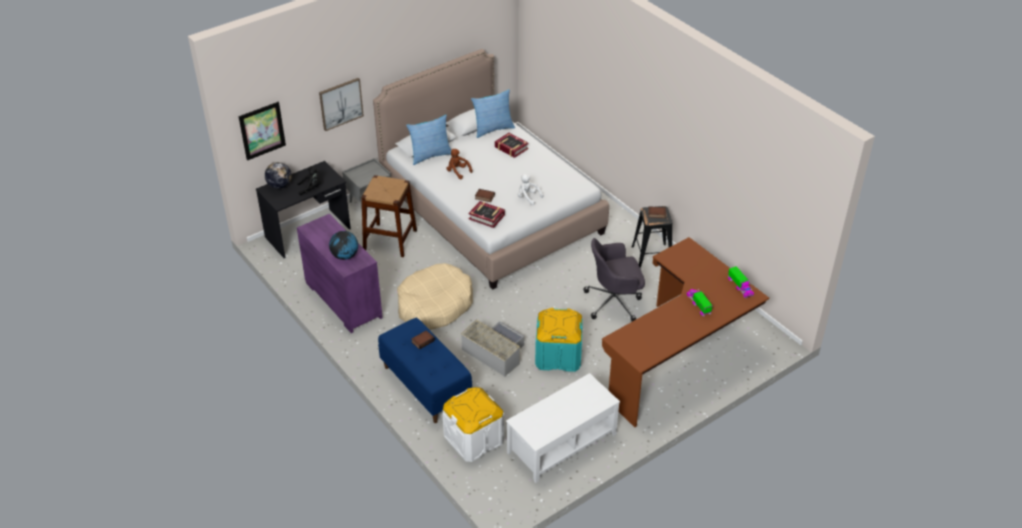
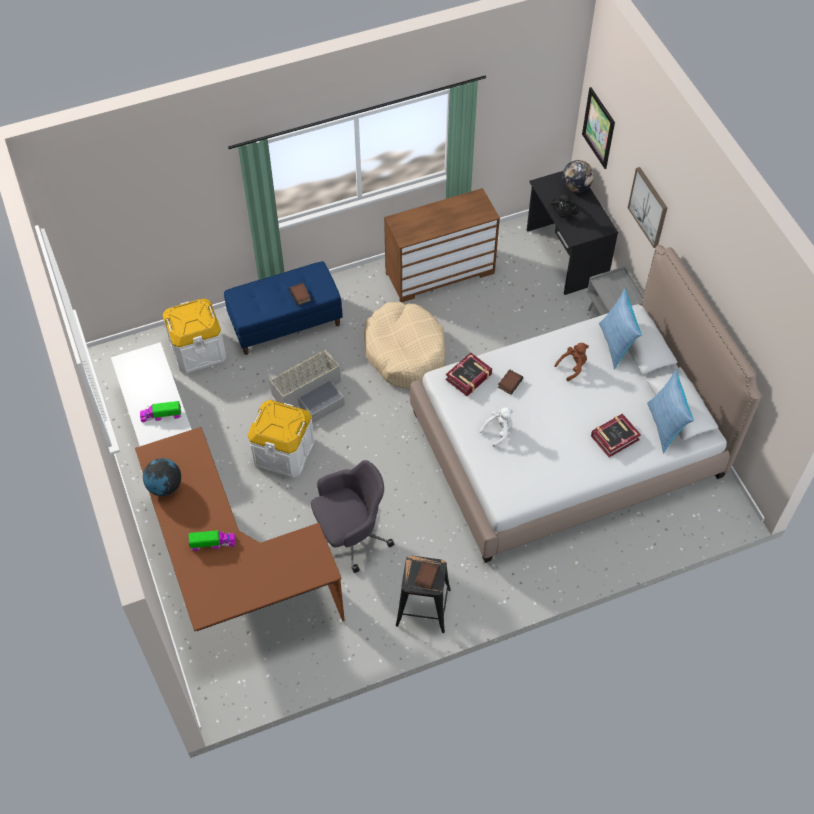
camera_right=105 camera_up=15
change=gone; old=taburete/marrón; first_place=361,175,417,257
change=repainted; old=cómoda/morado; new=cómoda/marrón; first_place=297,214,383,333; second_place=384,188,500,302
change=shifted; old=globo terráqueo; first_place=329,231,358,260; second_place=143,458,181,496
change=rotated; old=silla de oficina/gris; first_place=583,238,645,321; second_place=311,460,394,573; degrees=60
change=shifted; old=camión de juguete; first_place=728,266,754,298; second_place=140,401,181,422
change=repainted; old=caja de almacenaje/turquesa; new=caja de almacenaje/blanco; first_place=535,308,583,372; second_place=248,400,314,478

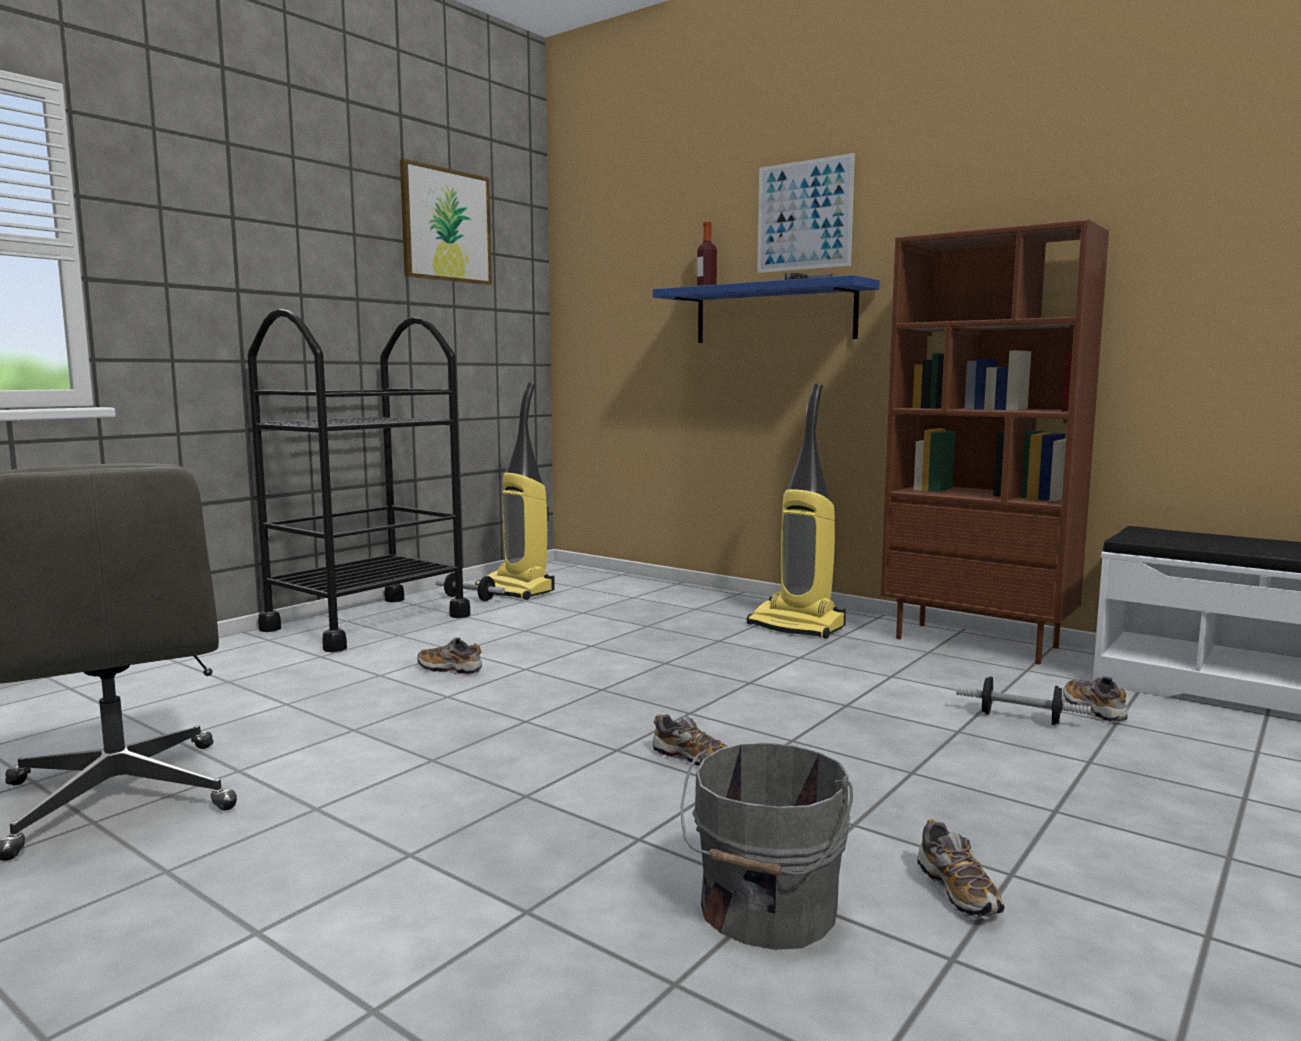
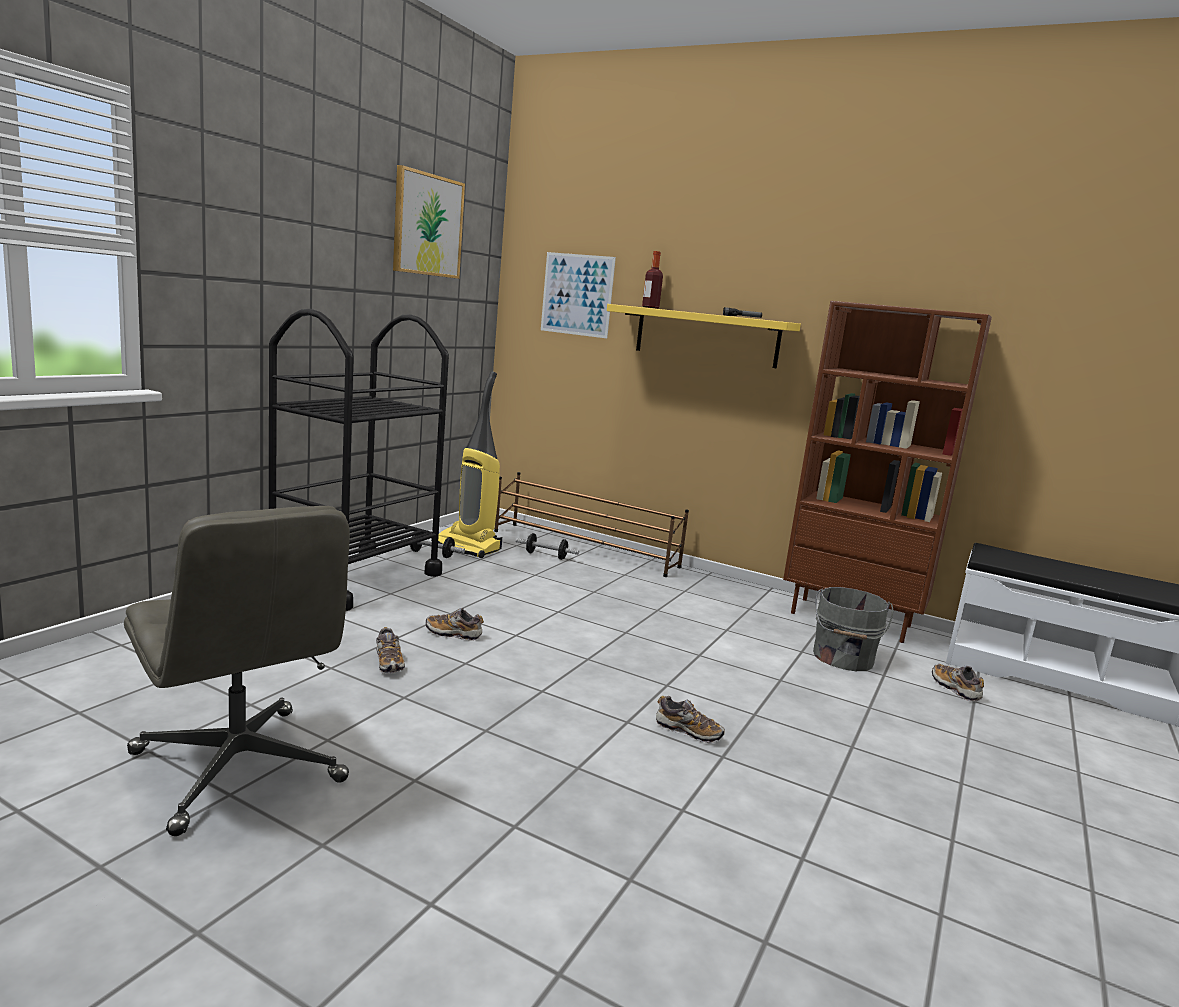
camera_right=-10 camera_up=5
change=shifted; old=cuadro; first_place=757,153,855,273; second_place=541,252,616,338
change=repainted; old=estante/azul; new=estante/amarillo; first_place=653,275,880,343; second_place=607,304,801,368
change=gone; old=aspiradora; first_place=747,383,846,639
change=shifted; old=mancuerna; first_place=956,676,1091,725; second_place=516,533,579,560
change=shifted; old=cubo/gris; first_place=681,743,853,950; second_place=813,587,893,671
change=shifted; old=zapato; first_place=917,819,1004,919; second_place=376,627,405,674
change=new; new=zapatero/marrón; second_place=494,472,689,577

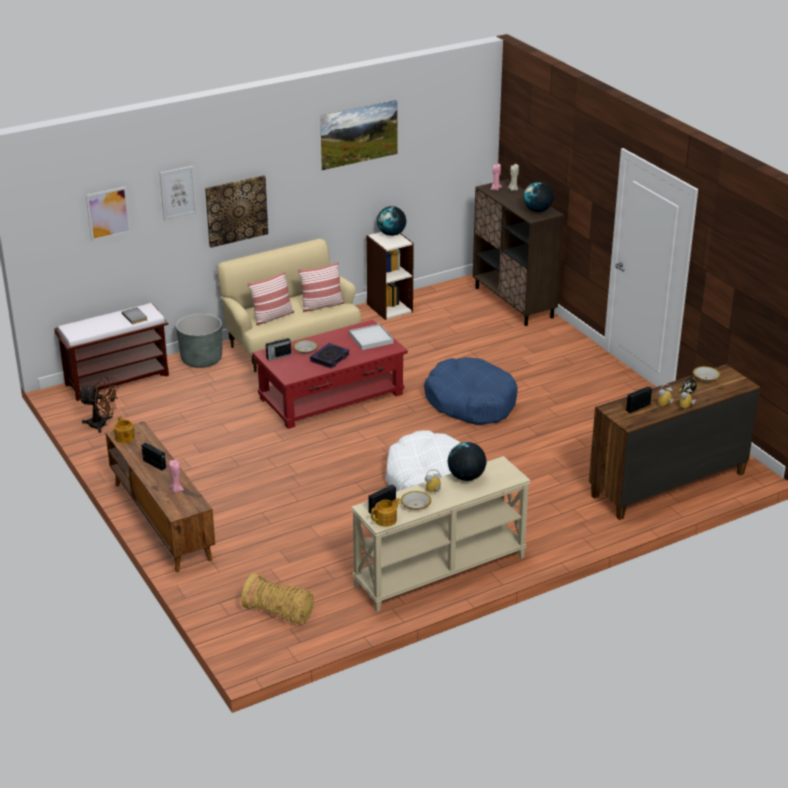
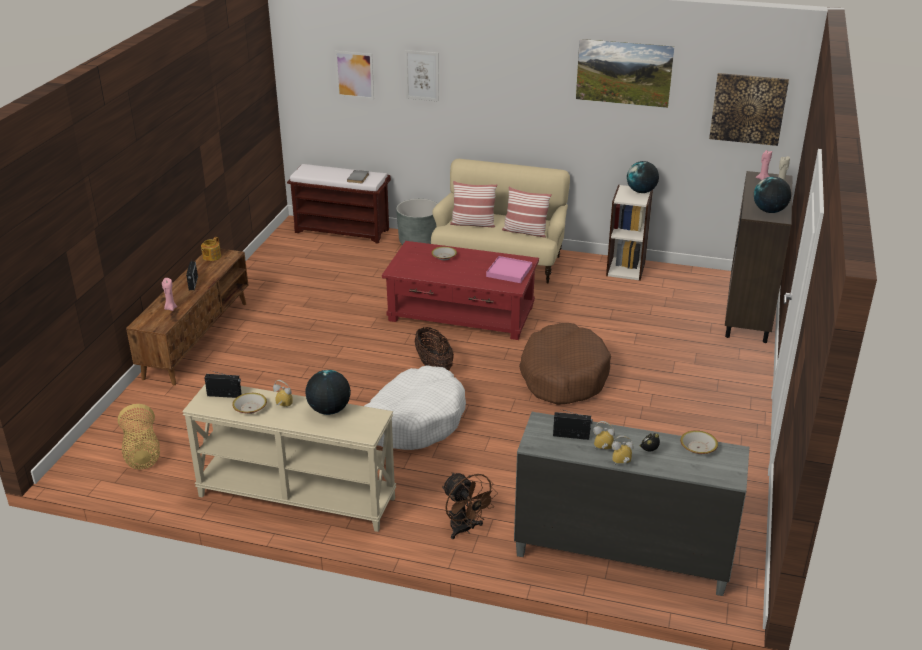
camera_right=45 camera_up=0
change=shifted; old=cuadro; first_place=205,175,268,248; second_place=709,73,789,146
change=repainted; old=bandeja/blanco; new=bandeja/rosa; first_place=349,324,393,350; second_place=486,256,532,283
change=gone; old=radio; first_place=265,338,291,361
change=gone; old=libro; first_place=310,343,350,369
change=repainted; old=cama para perro/azul; new=cama para perro/marrón; first_place=424,357,518,425; second_place=519,323,611,405
change=repainted; old=cómoda/marrón; new=cómoda/gris; first_place=589,364,760,520; second_place=514,412,749,596
change=shifted; old=ventilador/marrón; first_place=79,376,119,433; second_place=442,472,498,539
change=gone; old=tetera; first_place=371,498,400,527
change=new; new=cesta; second_place=414,327,454,370

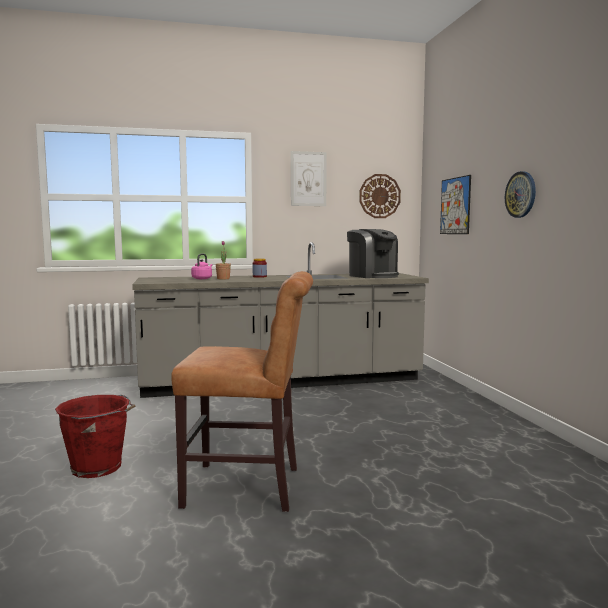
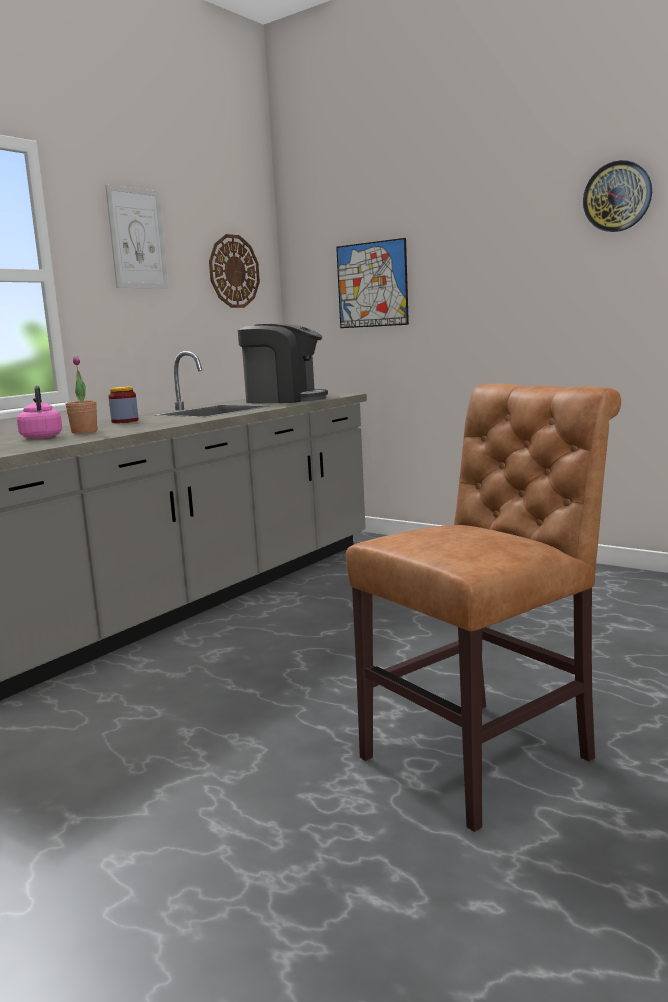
camera_right=-40 camera_up=5
change=shifted; old=reloj de pared; first_place=505,171,536,218; second_place=583,160,652,232
change=gone; old=cubo/rojo; first_place=55,395,135,478

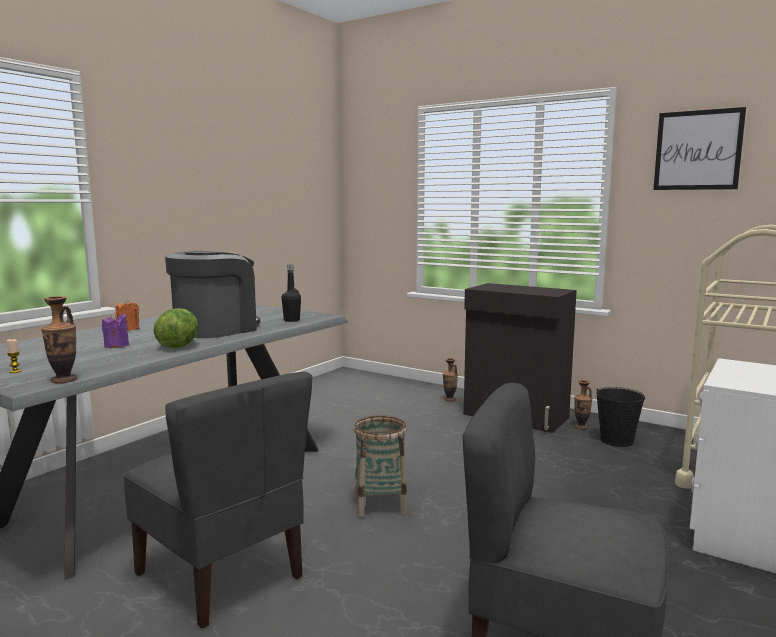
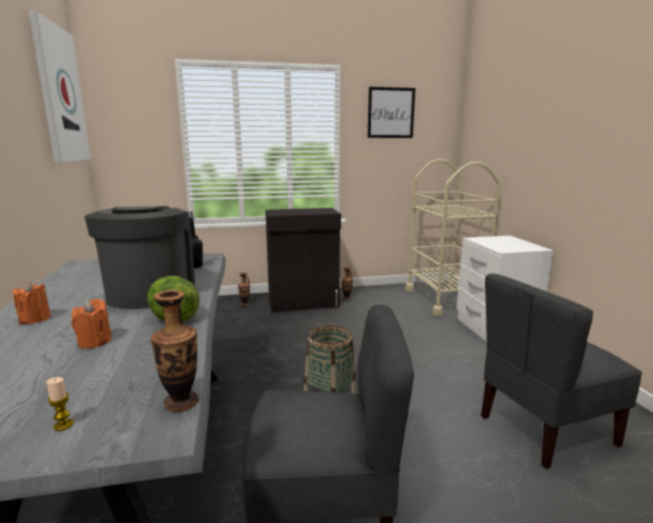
camera_right=-45 camera_up=5
change=repainted; old=vela/morado; new=vela/naranja; first_place=102,313,129,348; second_place=71,299,112,348
change=gone; old=cubo/negro; first_place=596,387,645,447
change=new; new=cuadro; second_place=29,11,91,163

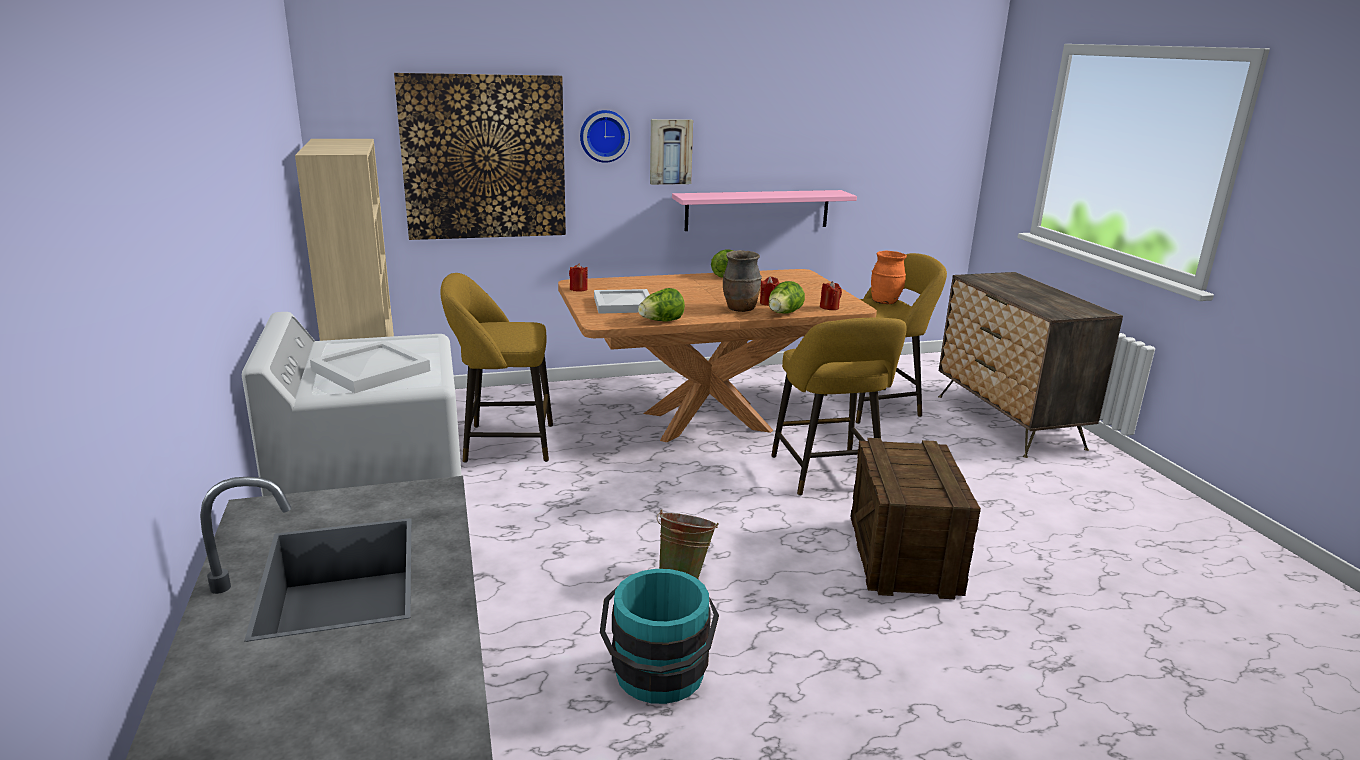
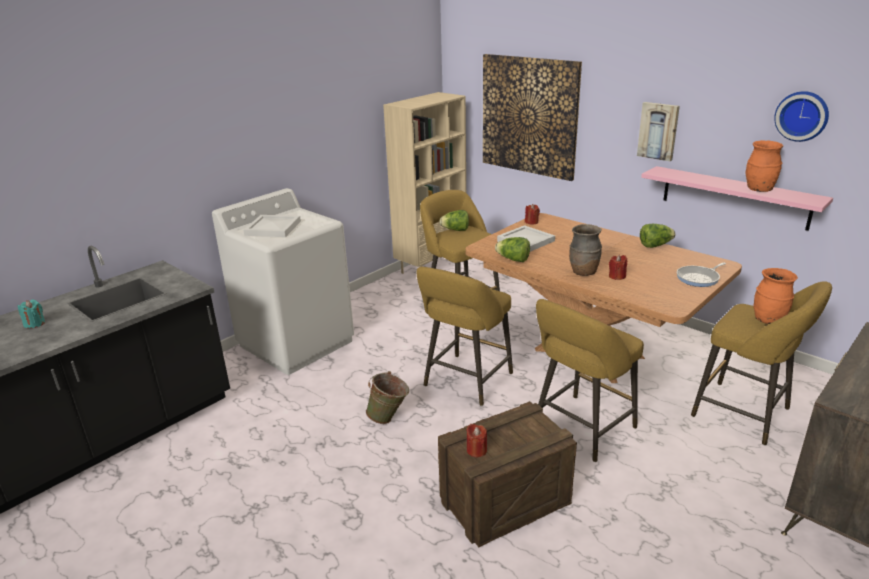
camera_right=60 camera_up=5
change=shifted; old=reloj de pared; first_place=580,110,630,163; second_place=774,91,829,142
change=shifted; old=lechuga; first_place=769,281,805,314; second_place=439,210,469,231
change=shifted; old=vela/rojo; first_place=820,281,842,310; second_place=466,424,487,457
change=gone; old=cubo/turquesa; first_place=600,569,719,704
change=new; new=florero/naranja; second_place=746,140,783,192
change=new; new=sartén; second_place=677,262,726,287
change=new; new=taburete/amarillo; second_place=417,266,513,406
change=new; new=vela/turquesa; second_place=17,300,45,328

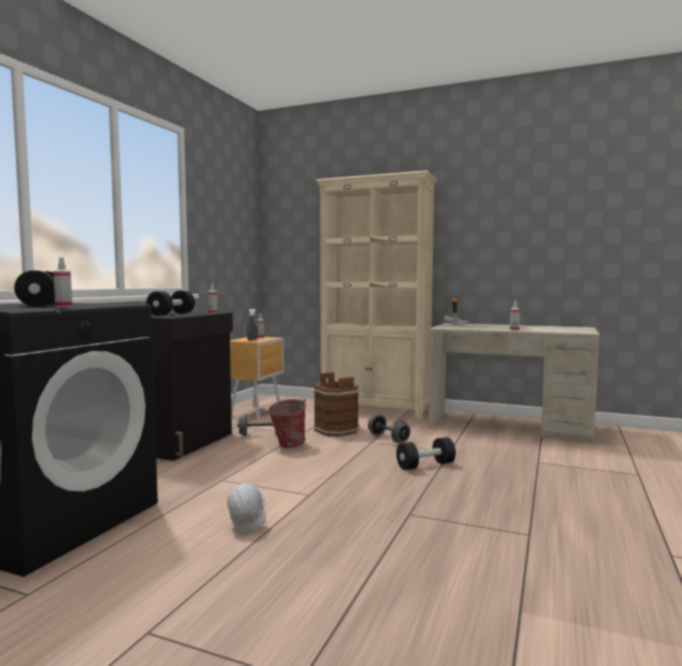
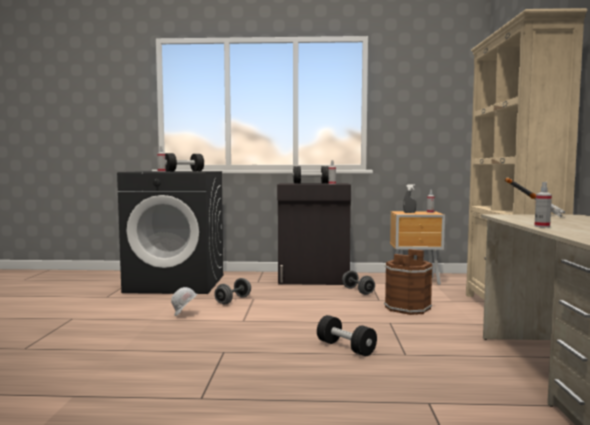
camera_right=70 camera_up=0
change=gone; old=cubo; first_place=266,399,306,448
change=shifted; old=mancuerna/gris; first_place=368,414,411,443; second_place=214,278,251,304

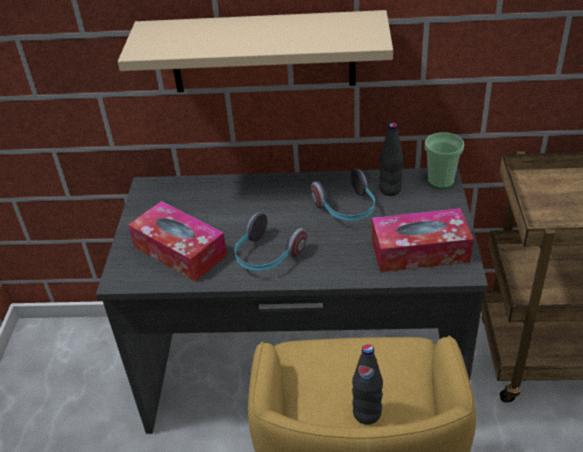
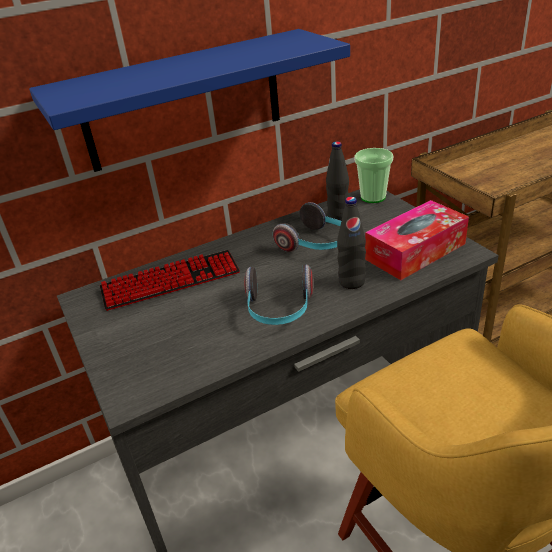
camera_right=-30 camera_up=-5
change=repainted; old=estante/beis; new=estante/azul; first_place=118,10,393,93; second_place=29,29,350,172
change=gone; old=caja de pañuelos; first_place=128,201,227,282
change=shifted; old=botella/negro; first_place=352,344,383,425; second_place=337,197,366,289
change=new; new=teclado; second_place=100,250,240,311

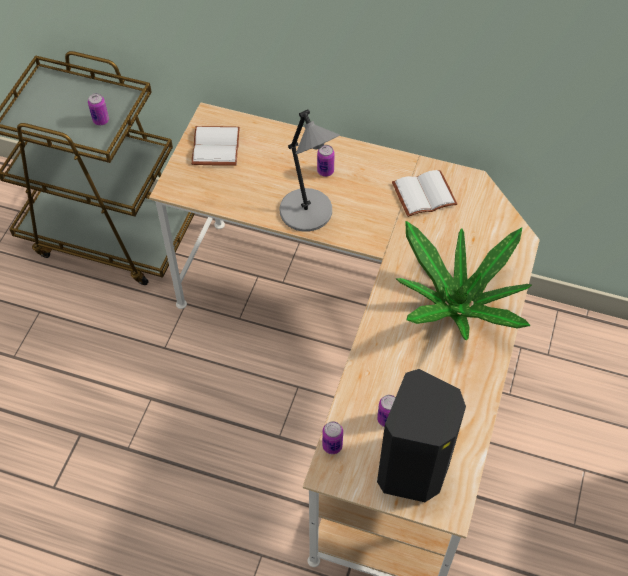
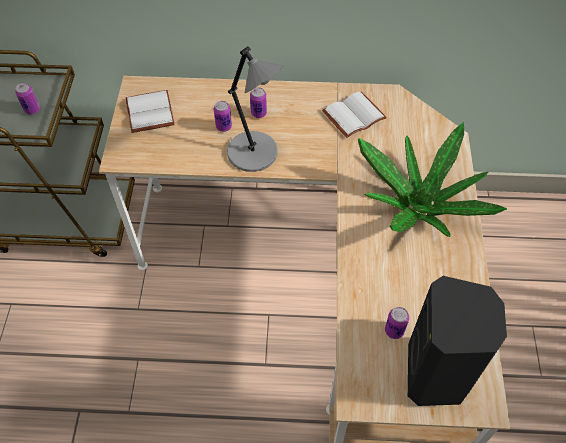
camera_right=-15 camera_up=0
change=shifted; old=lata; first_place=322,421,343,454; second_place=214,101,232,132

